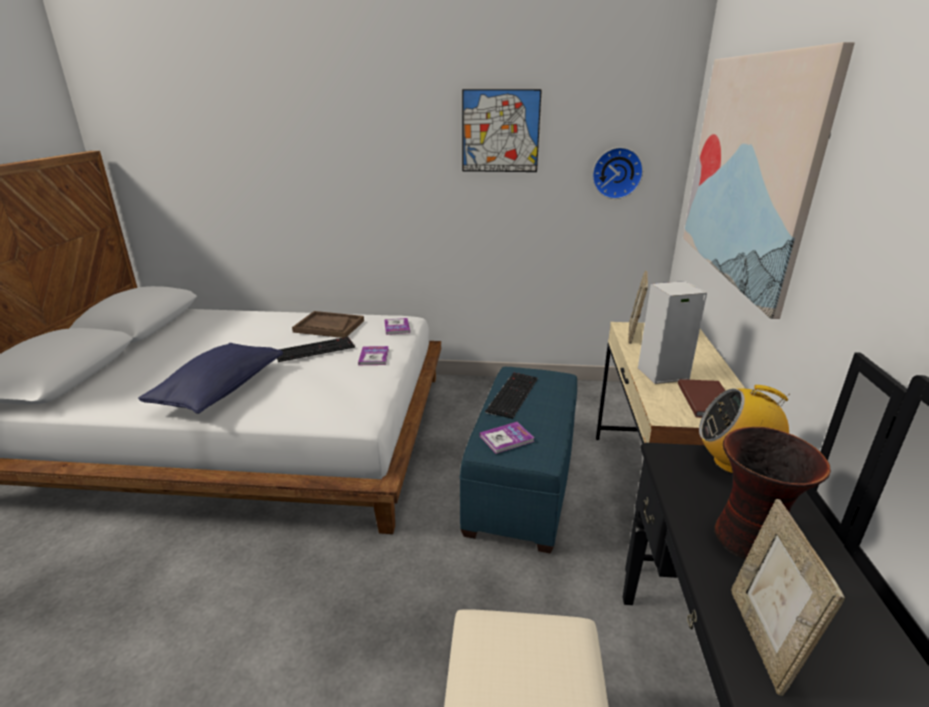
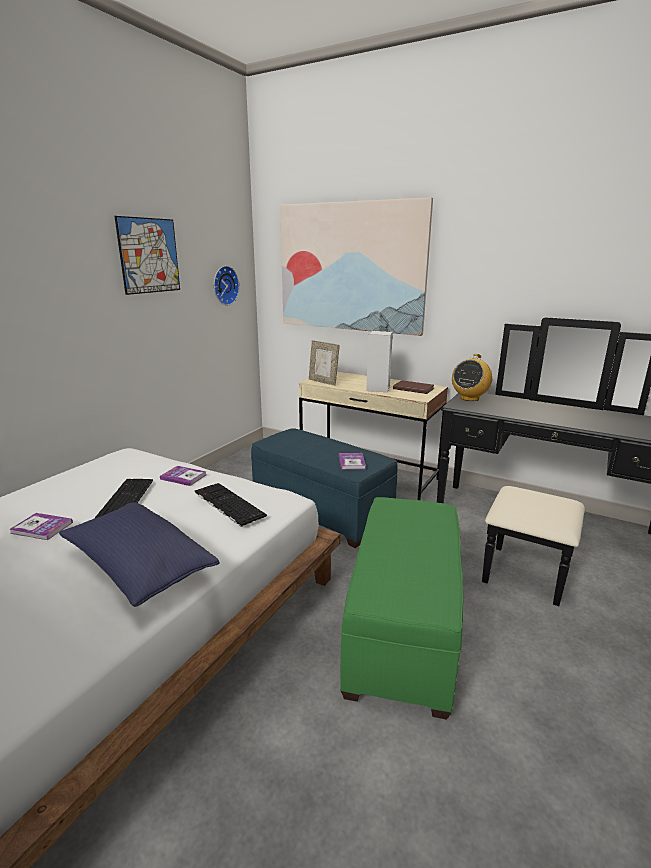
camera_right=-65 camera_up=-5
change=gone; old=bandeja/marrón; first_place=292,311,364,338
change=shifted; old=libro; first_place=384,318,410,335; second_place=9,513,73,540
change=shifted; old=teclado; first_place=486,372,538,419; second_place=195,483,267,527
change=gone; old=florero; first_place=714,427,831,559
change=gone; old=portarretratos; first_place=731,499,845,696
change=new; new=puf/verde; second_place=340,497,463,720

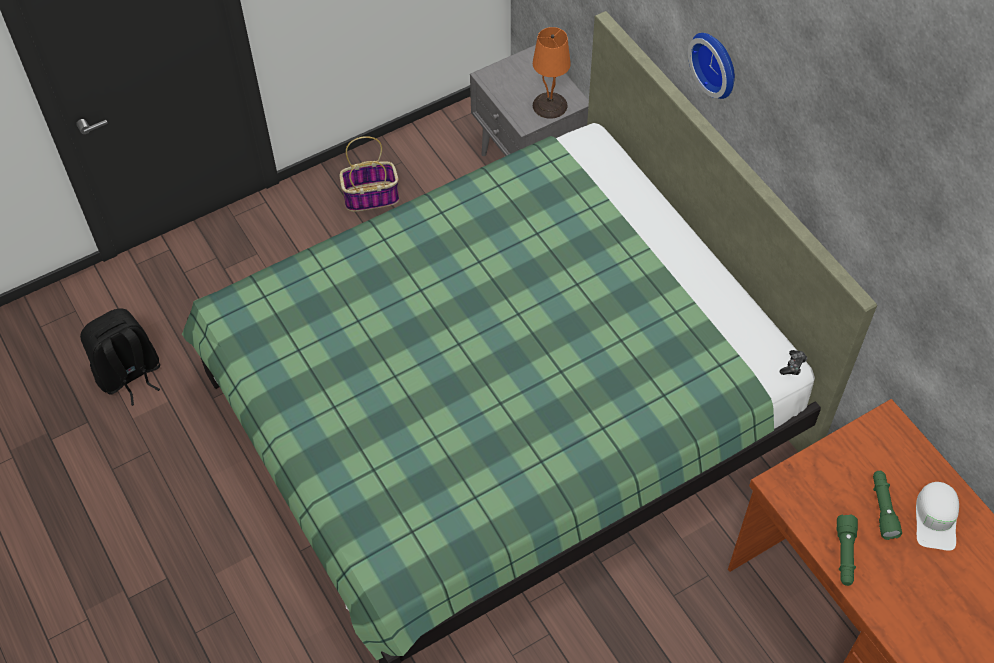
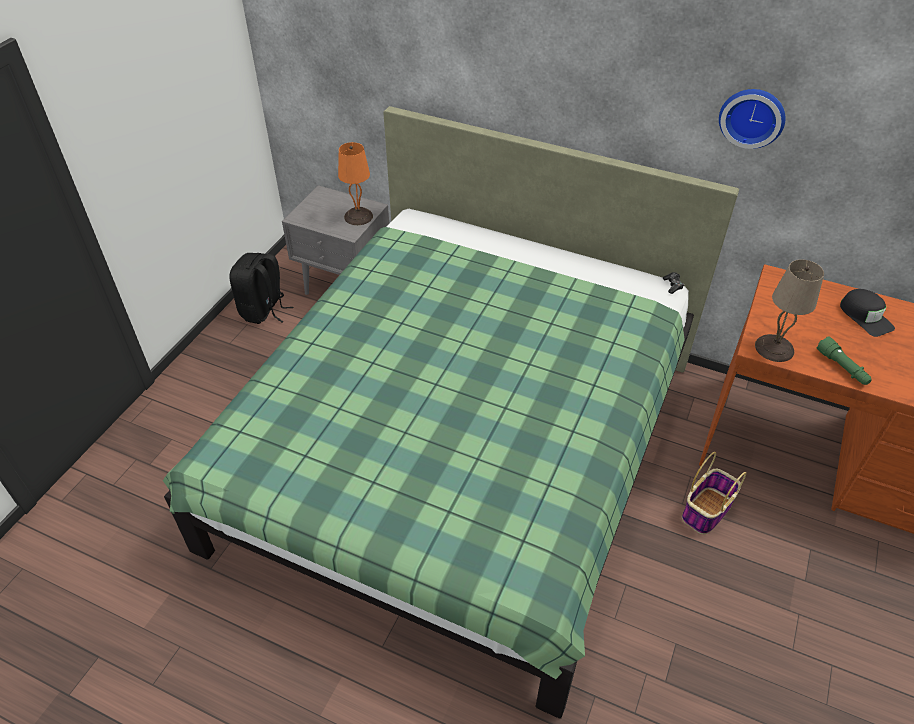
camera_right=-35 camera_up=-10
change=shifted; old=reloj de pared; first_place=688,33,735,99; second_place=719,89,785,149
change=shifted; old=cesta; first_place=339,136,399,211; second_place=682,452,746,534
change=shifted; old=mochila/negro; first_place=80,309,161,406; second_place=229,253,293,324
change=gone; old=linterna/verde; first_place=873,471,902,540
change=repainted; old=gorra/blanco; new=gorra/negro; first_place=916,482,959,551; second_place=840,289,895,337
change=new; new=lámpara de mesa/beis; second_place=755,260,824,362

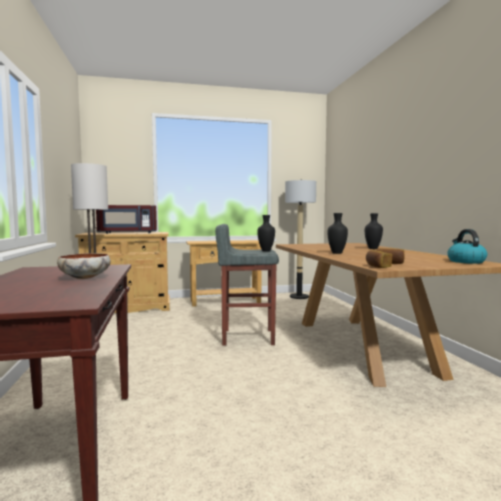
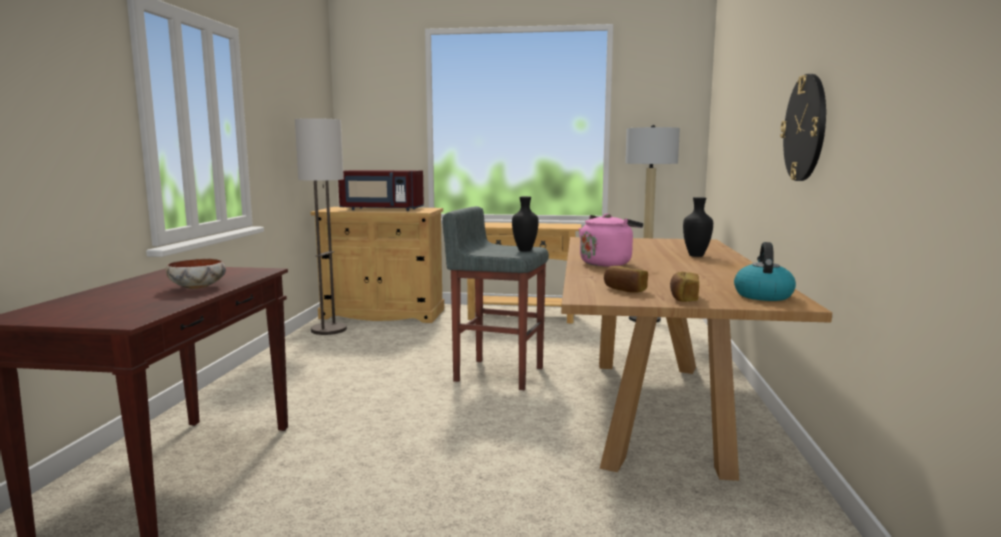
camera_right=20 camera_up=5
change=swapped; old=florero/negro; new=hervidor/rosa; first_place=327,213,348,254; second_place=579,213,643,267
change=shifted; old=pan; first_place=366,250,392,268; second_place=670,272,699,302
change=new; new=reloj de pared; second_place=780,74,826,181

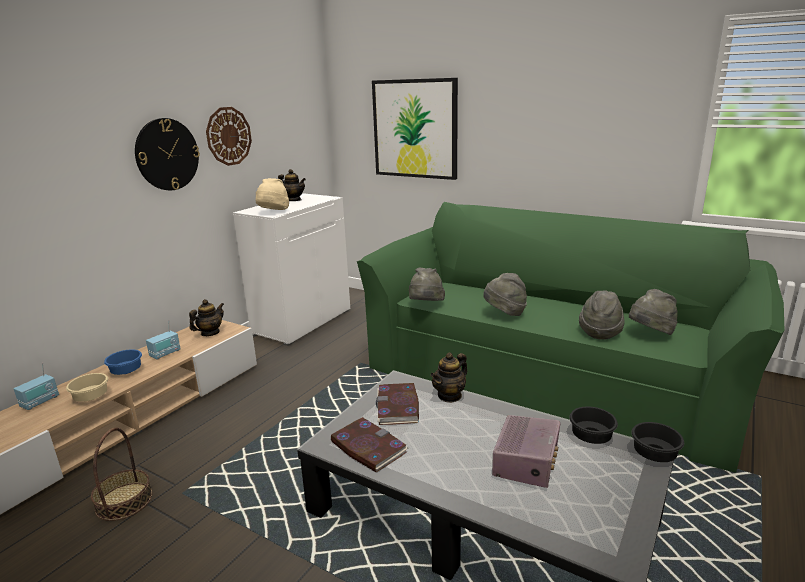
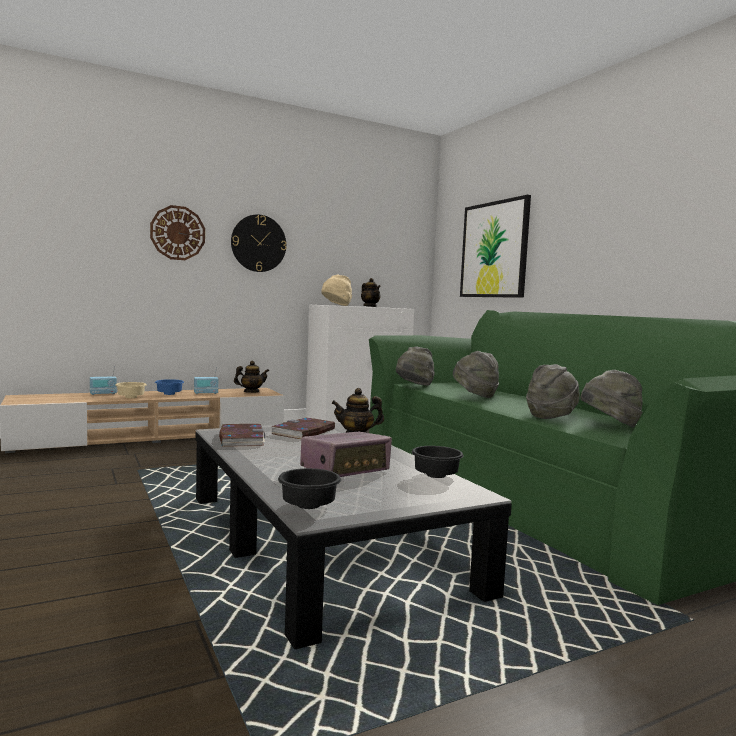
camera_right=30 camera_up=-15
change=shifted; old=reloj de pared; first_place=206,107,252,166; second_place=150,205,205,260
change=shifted; old=cuenco/negro; first_place=631,422,684,462; second_place=278,468,341,509
change=gone; old=cesta; first_place=91,428,152,521

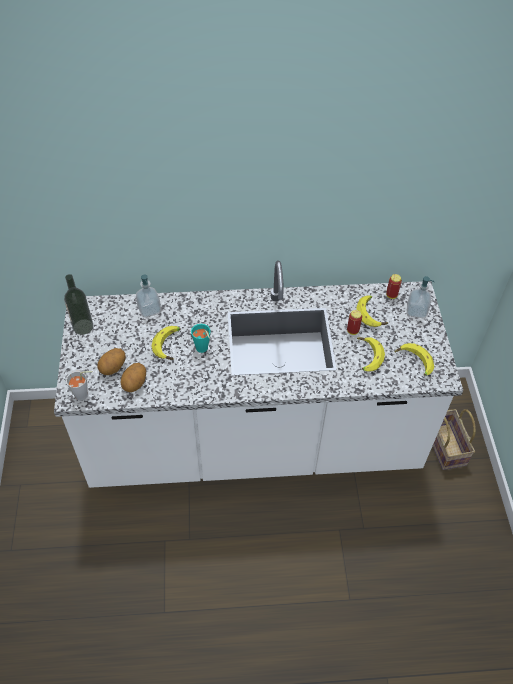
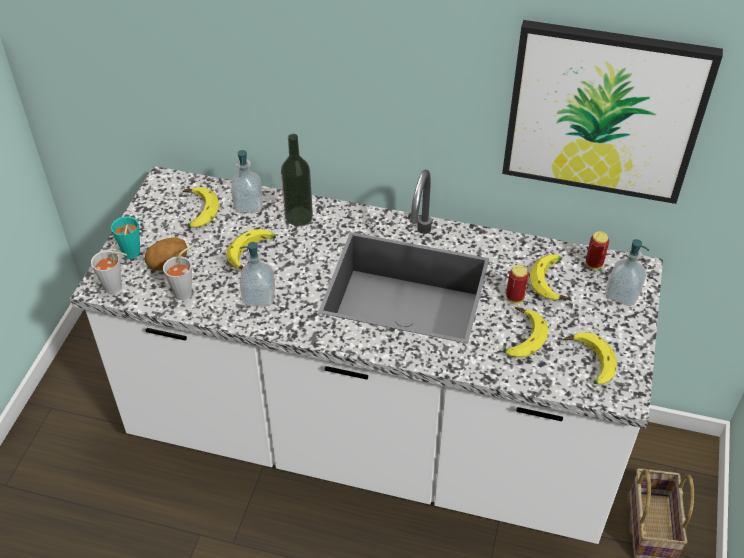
camera_right=20 camera_up=-5
change=shifted; old=botella; first_place=64,274,93,335; second_place=281,134,313,226
change=shifted; old=taza/turquesa; first_place=191,324,210,353; second_place=111,216,140,259
change=swapped; old=patata; new=taza/gris; first_place=120,363,146,392; second_place=163,245,194,300
change=new; new=cuadro; second_place=502,20,723,204
change=new; new=plátano; second_place=182,187,219,228
change=new; new=dispensador de jabón; second_place=240,242,275,306

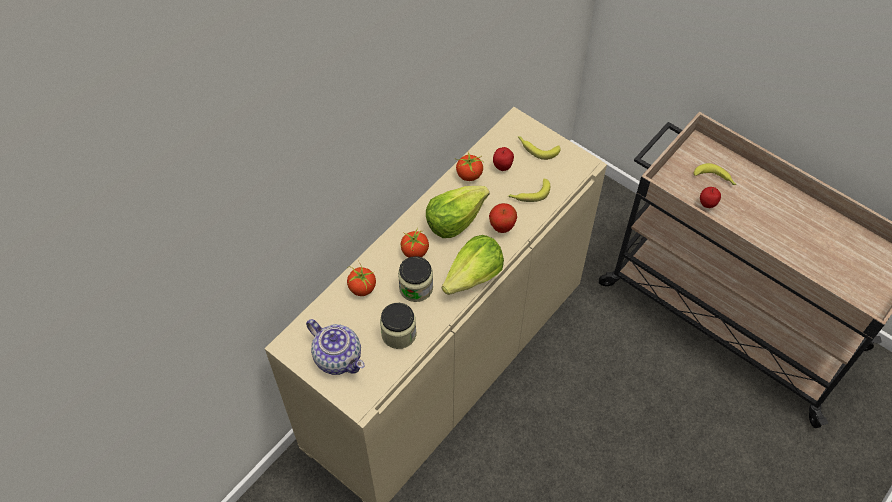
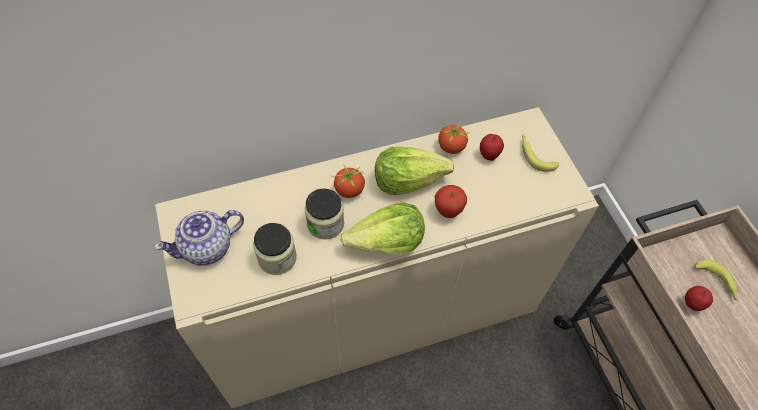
camera_right=30 camera_up=0
change=gone; old=plátano; first_place=508,178,550,202
change=gone; old=tomate; first_place=347,260,376,296
change=rotated; old=tetera; first_place=306,319,365,375; second_place=154,210,244,266; degrees=75

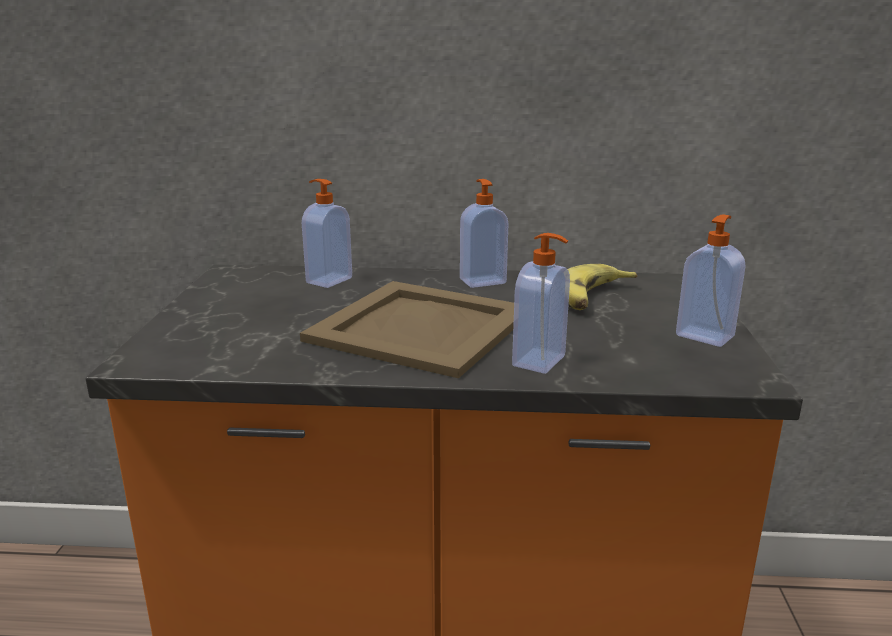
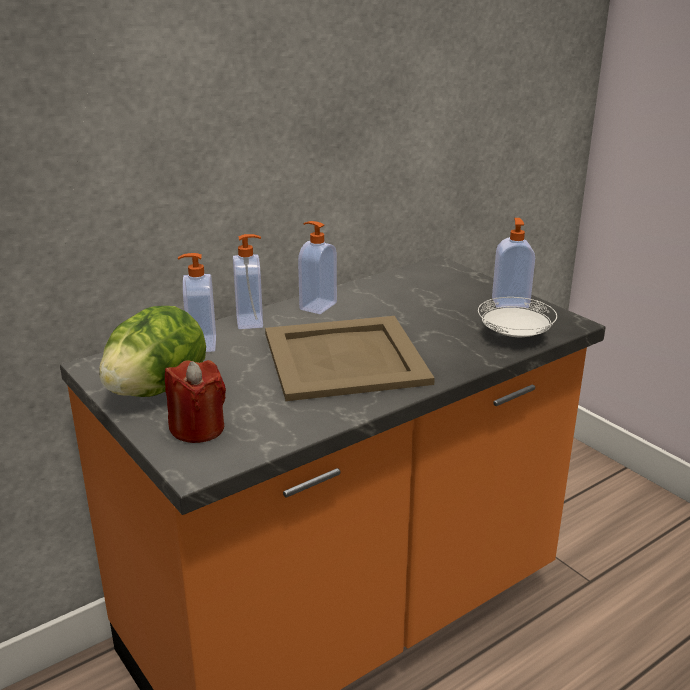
camera_right=-40 camera_up=5
change=shifted; old=dispensador de jabón; first_place=512,233,570,374; second_place=233,234,263,329
change=gone; old=plátano; first_place=568,264,637,310
change=new; new=plato/blanco; second_place=478,297,557,337
change=new; new=lechuga; second_place=99,306,206,397
change=new; new=vela/rojo; second_place=165,360,226,443

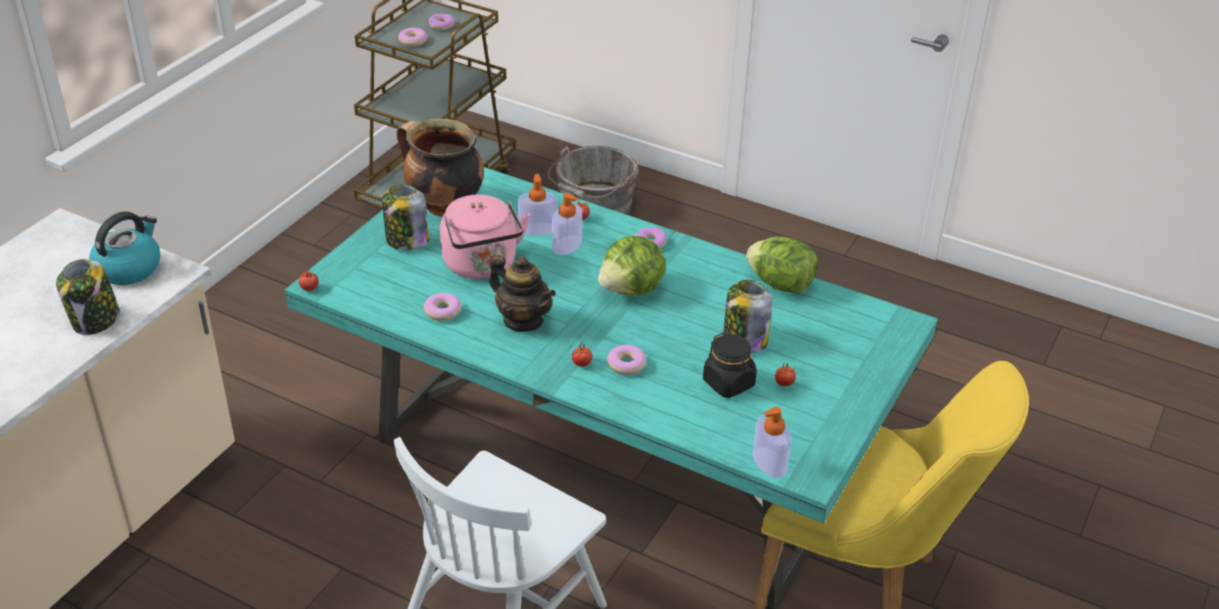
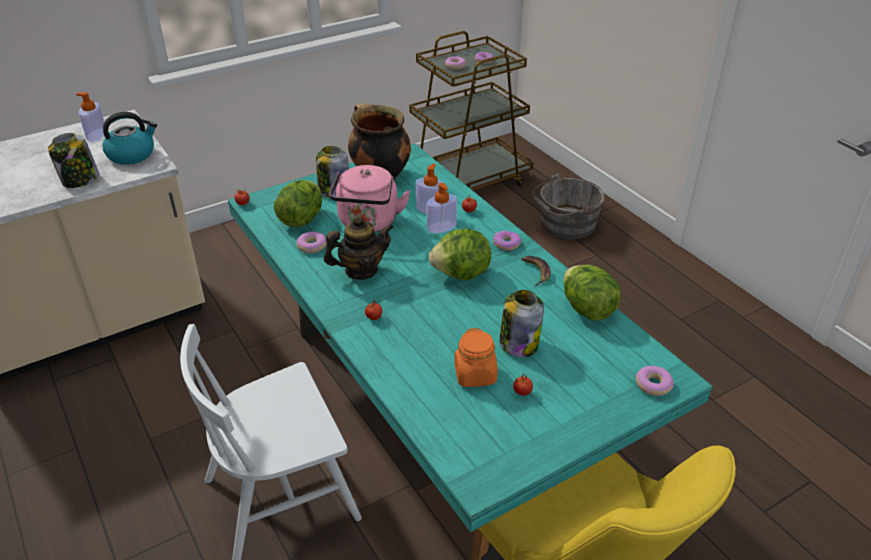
camera_right=30 camera_up=0
change=rotated; old=tetera; first_place=489,255,556,332; second_place=324,215,394,280; degrees=-90
change=repainted; old=tarro/negro; new=tarro/naranja; first_place=703,333,757,398; second_place=454,328,498,387
change=shifted; old=rosquilla; first_place=607,345,647,375; second_place=636,366,674,396
change=shifted; old=dispensador de jabón; first_place=752,407,792,478; second_place=76,92,105,142
change=new; new=lechuga; second_place=274,180,322,228
change=new; new=plátano; second_place=521,256,551,286

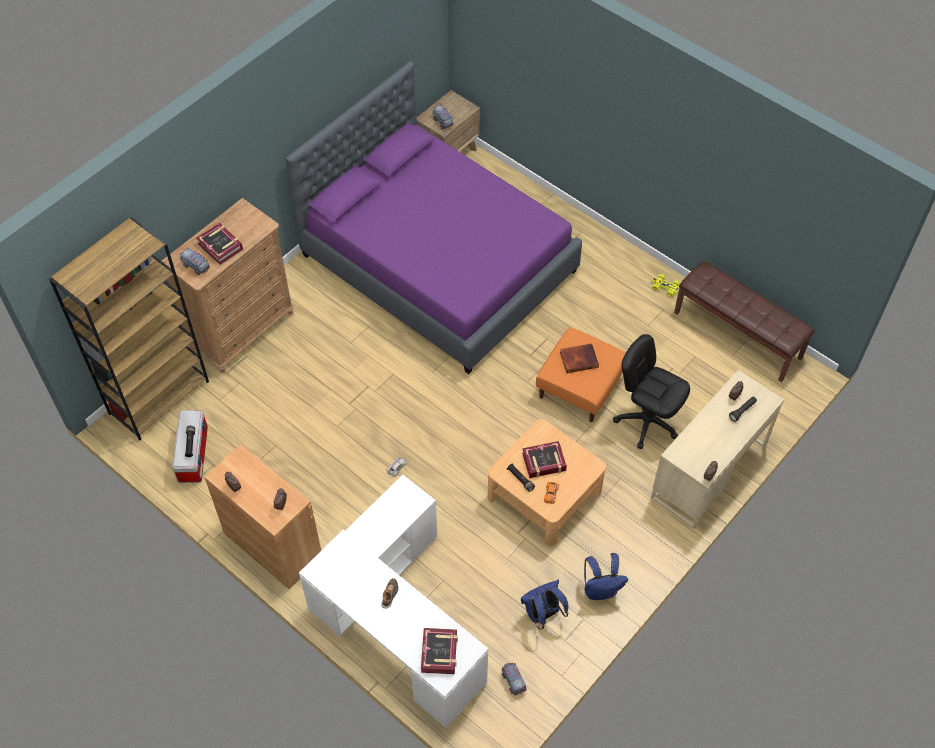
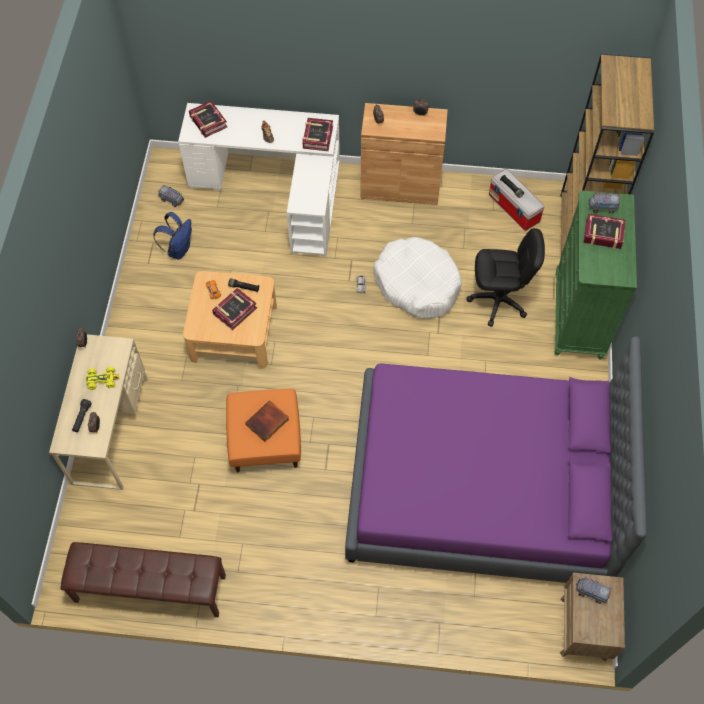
camera_right=145 camera_up=5
change=repainted; old=cómoda/marrón; new=cómoda/verde; first_place=162,198,294,374; second_place=554,191,637,360
change=shifted; old=coche de juguete/amarillo; first_place=651,274,680,297; second_place=86,367,120,390
change=shifted; old=silla de oficina/negro; first_place=613,334,690,449; second_place=467,228,545,327
change=gone; old=mochila/azul; first_place=584,553,628,600
change=new; new=libro; second_place=302,118,333,151
change=new; new=cama para perro/blanco; second_place=373,237,462,319

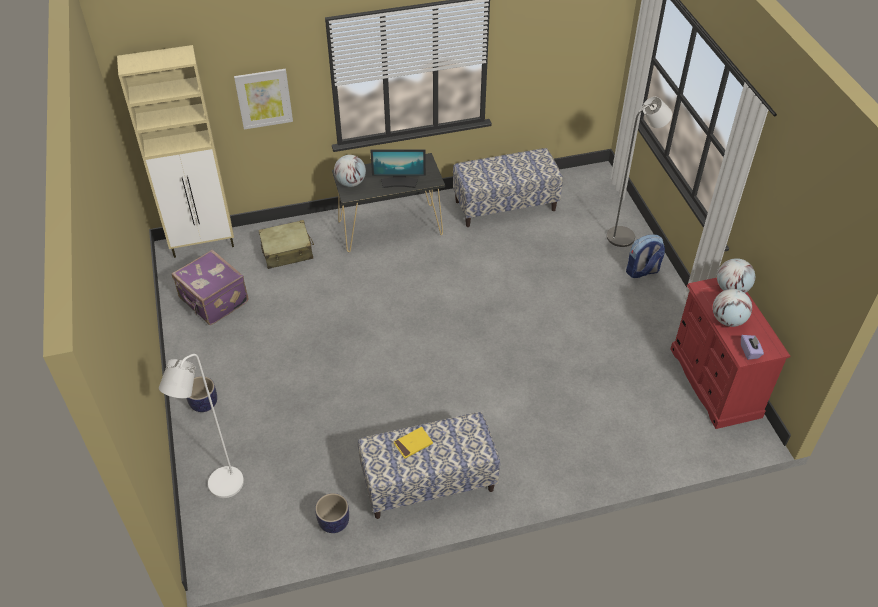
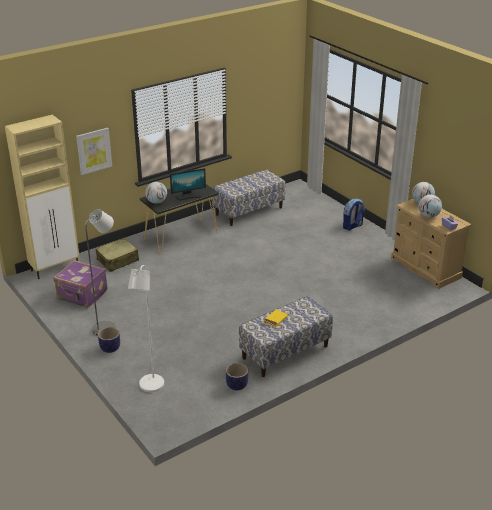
camera_right=-20 camera_up=-15
change=shifted; old=lámpara de pie/gris; first_place=607,97,672,247; second_place=85,209,116,336
change=repainted; old=cómoda/rojo; new=cómoda/beis; first_place=670,278,790,429; second_place=391,199,471,289

